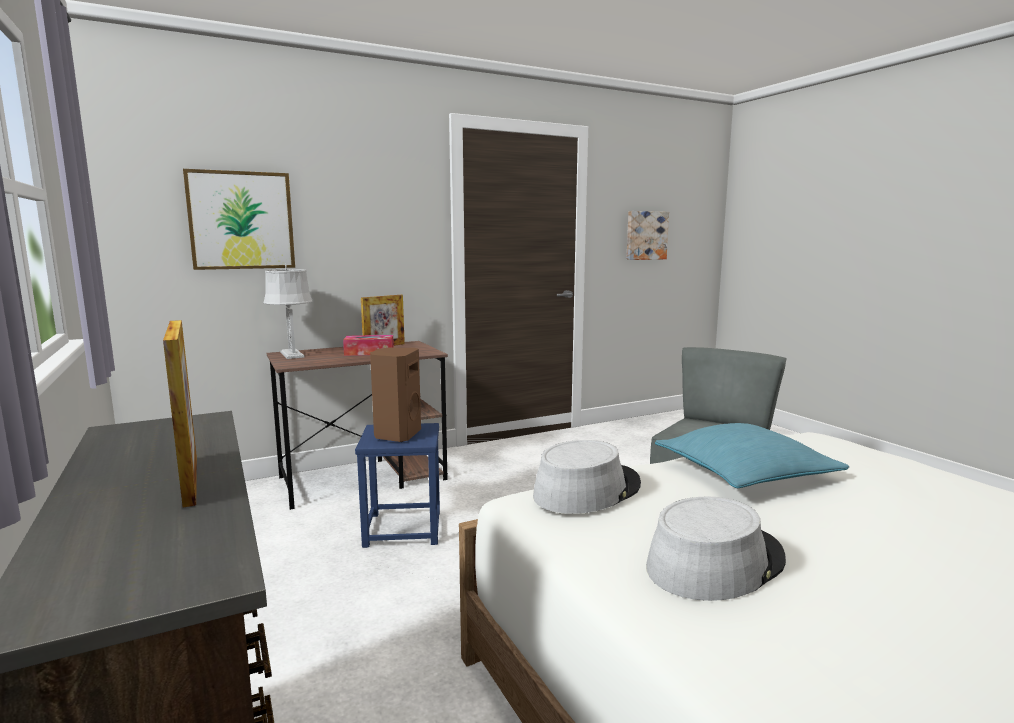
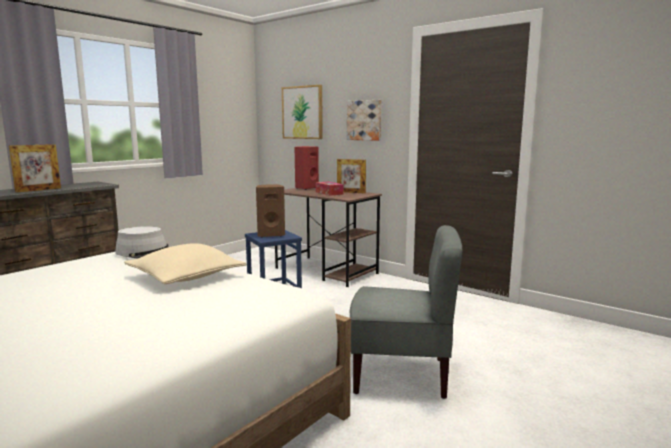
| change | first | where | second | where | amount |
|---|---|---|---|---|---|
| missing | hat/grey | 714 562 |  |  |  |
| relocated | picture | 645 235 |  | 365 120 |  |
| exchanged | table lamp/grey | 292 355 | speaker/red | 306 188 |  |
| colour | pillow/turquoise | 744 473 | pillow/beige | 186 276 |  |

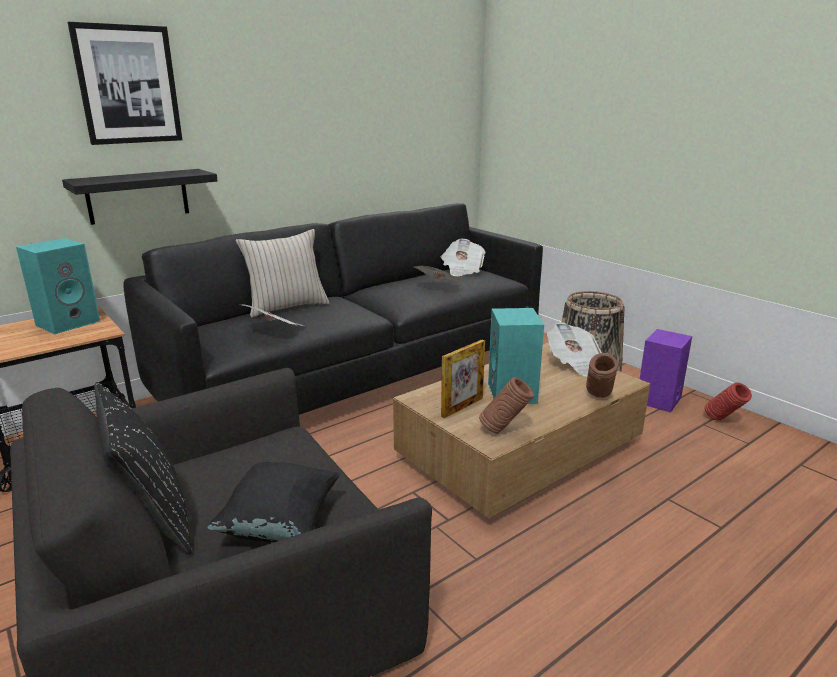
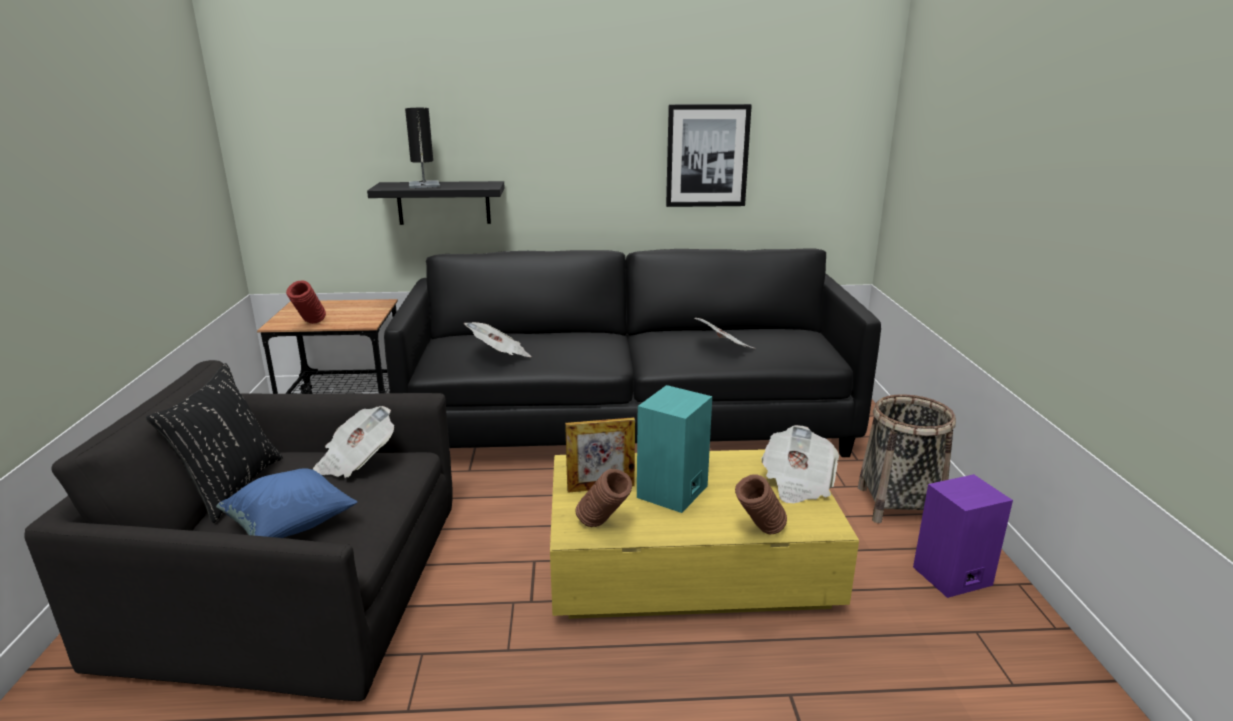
| change | first | where | second | where | amount |
|---|---|---|---|---|---|
| missing | speaker/turquoise | 69 322 |  |  |  |
| missing | pillow/beige | 286 307 |  |  |  |
| appeared |  |  | table lamp/black | 424 185 |  |
| relocated | picture | 128 85 |  | 707 156 |  |
| relocated | newspaper | 462 270 |  | 356 461 |  |
| relocated | vase/red | 723 421 |  | 310 324 |  |
| colour | pillow/black | 280 524 | pillow/blue | 290 527 |  |
| colour | coffee table/brown | 520 451 | coffee table/yellow | 690 565 |  |

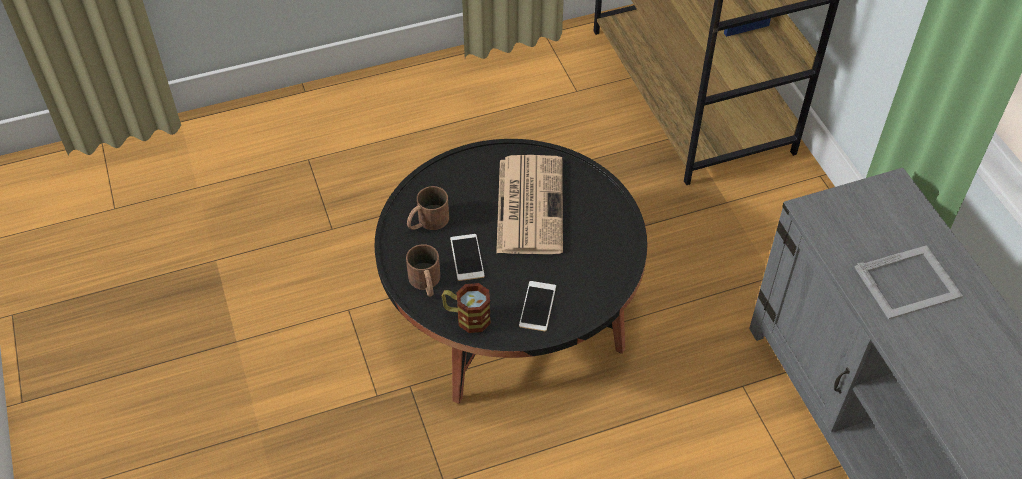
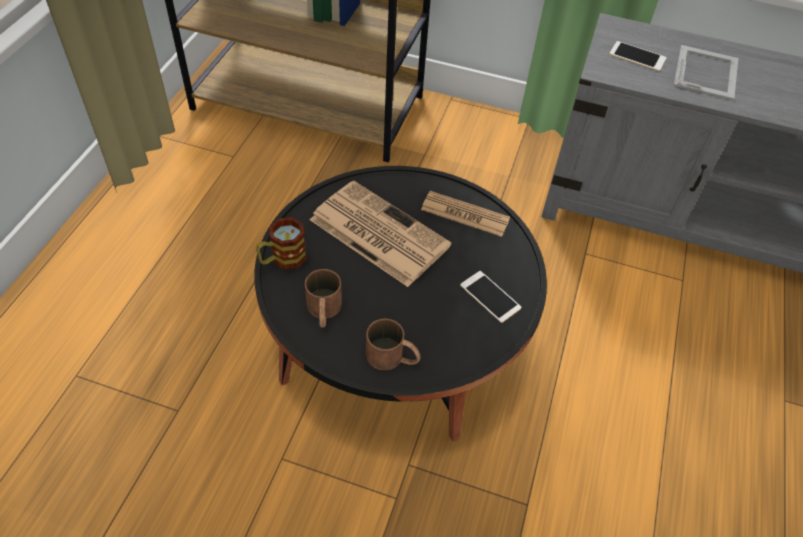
| change | first | where | second | where | amount |
|---|---|---|---|---|---|
| appeared |  |  | newspaper | 465 214 |  |
| relocated | mug | 466 317 |  | 282 259 |  |
| relocated | phone | 467 257 |  | 637 56 |  |

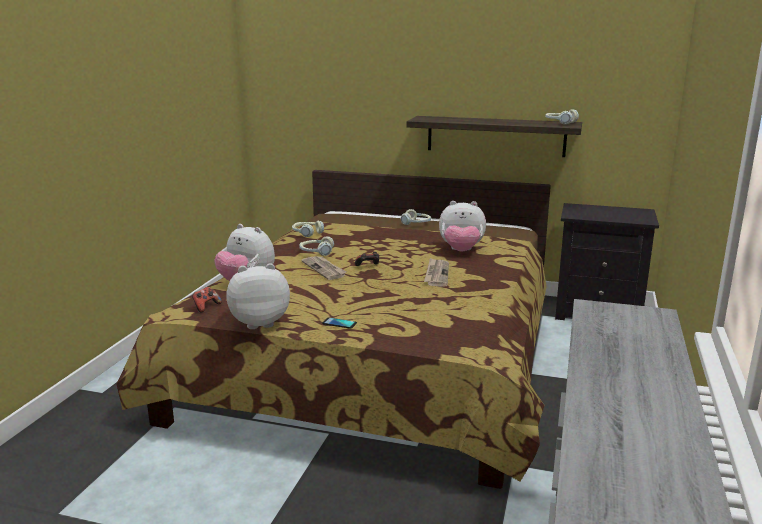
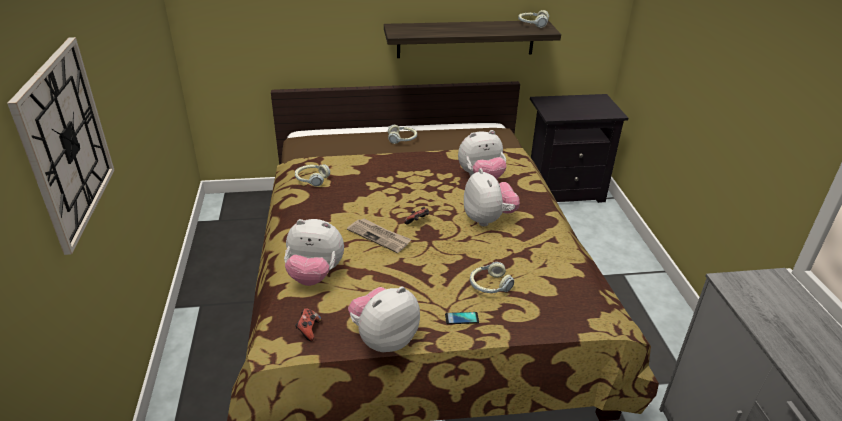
| change | first | where | second | where | amount |
|---|---|---|---|---|---|
| appeared |  |  | wall clock | 66 142 |  |
| relocated | headphones | 316 252 |  | 489 285 |  |
| exchanged | newspaper | 436 274 | plush toy | 488 219 |  |

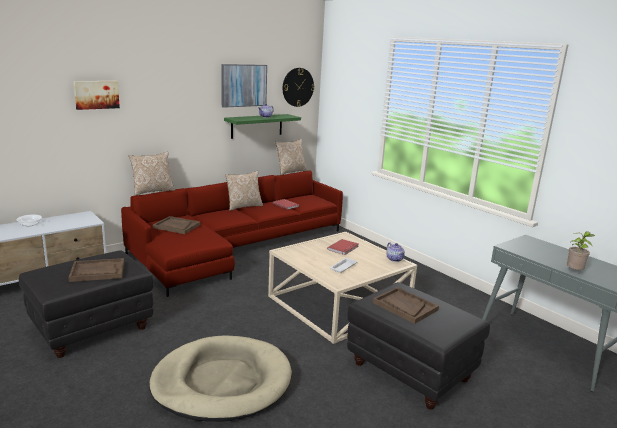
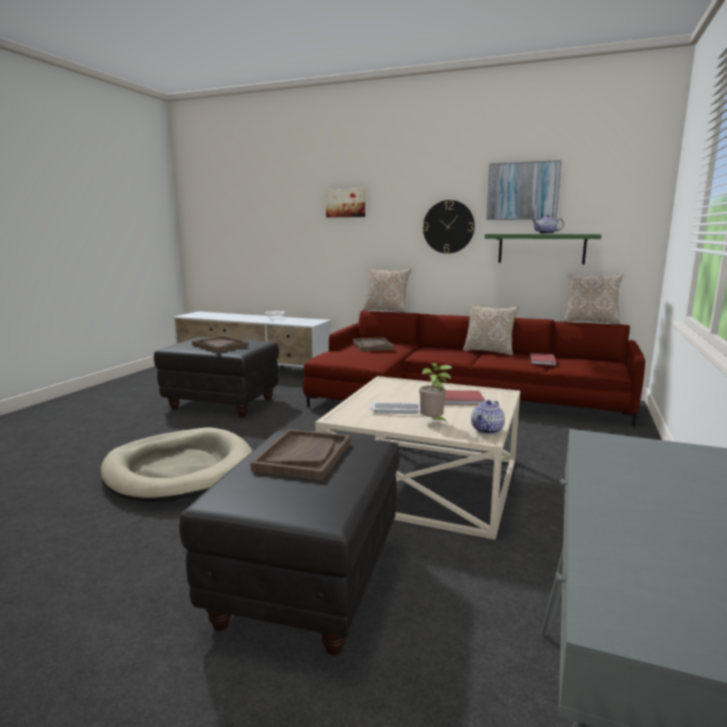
| change | first | where | second | where | amount |
|---|---|---|---|---|---|
| relocated | wall clock | 297 87 |  | 448 227 |  |
| relocated | potted plant | 574 272 |  | 433 422 |  |

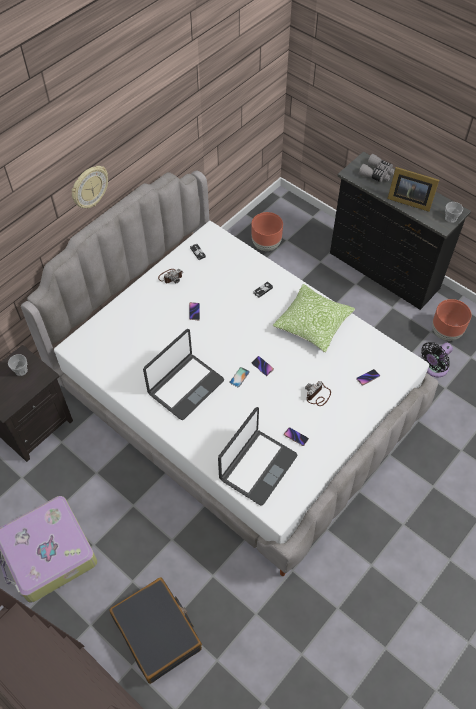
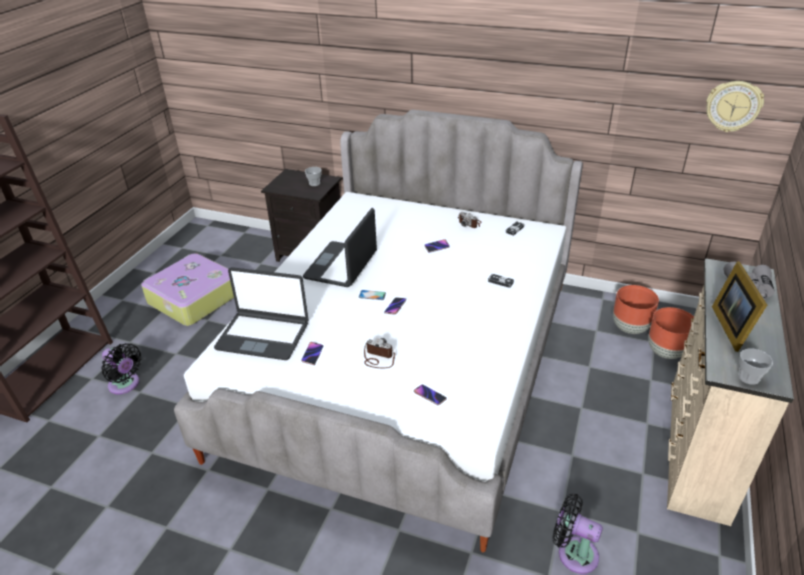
| change | first | where | second | where | amount |
|---|---|---|---|---|---|
| missing | pillow | 313 323 |  |  |  |
| relocated | wall clock | 89 187 |  | 733 106 |  |
| relocated | planter/brown | 445 333 |  | 665 352 |  |
| exchanged | suitcase/black | 157 632 | fan/black | 126 385 |  |
| colour | dresser/black | 383 272 | dresser/beige | 695 448 |  |
| spun | laptop | 185 386 |  | 342 265 | 90 degrees clockwise |

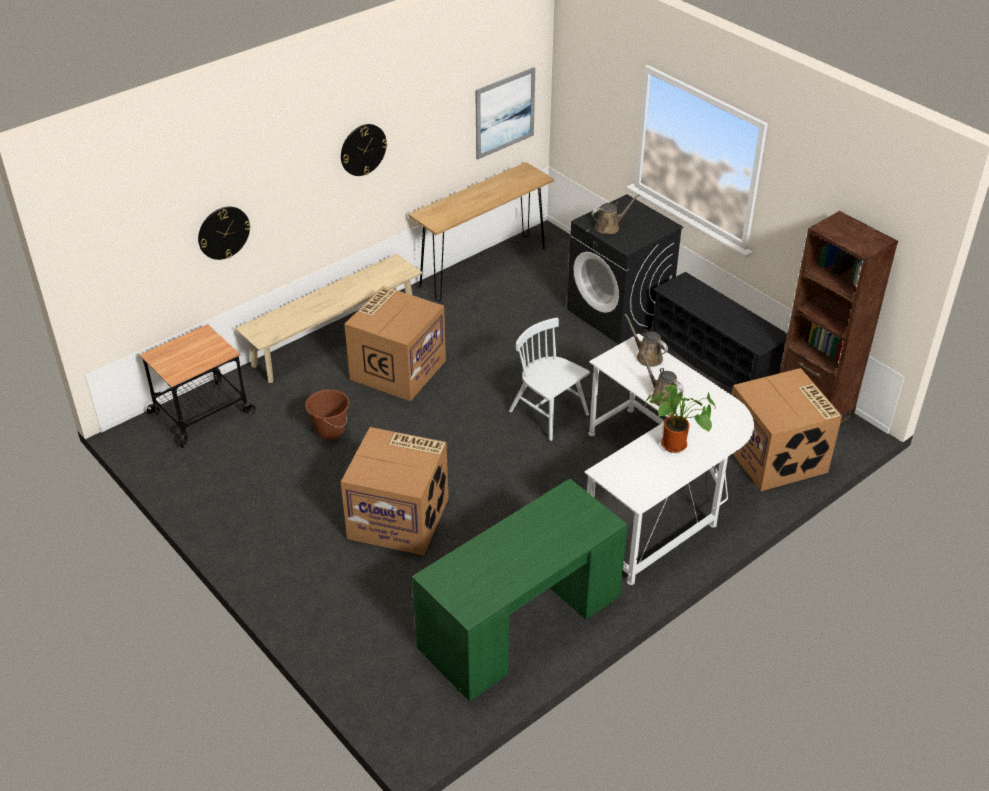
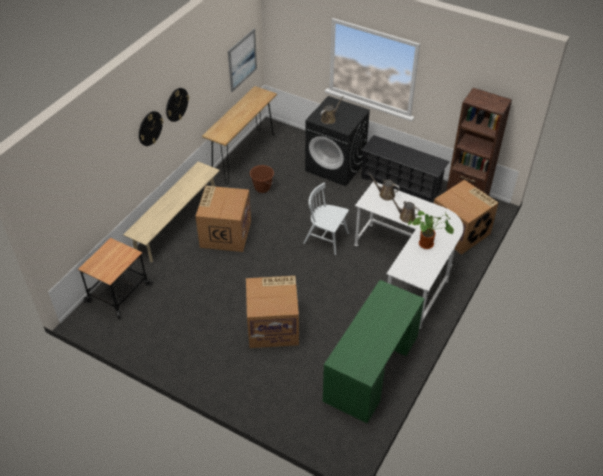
| change | first | where | second | where | amount |
|---|---|---|---|---|---|
| relocated | wall clock | 223 232 |  | 150 128 |  |
| relocated | bucket/brown | 330 430 |  | 262 188 |  |

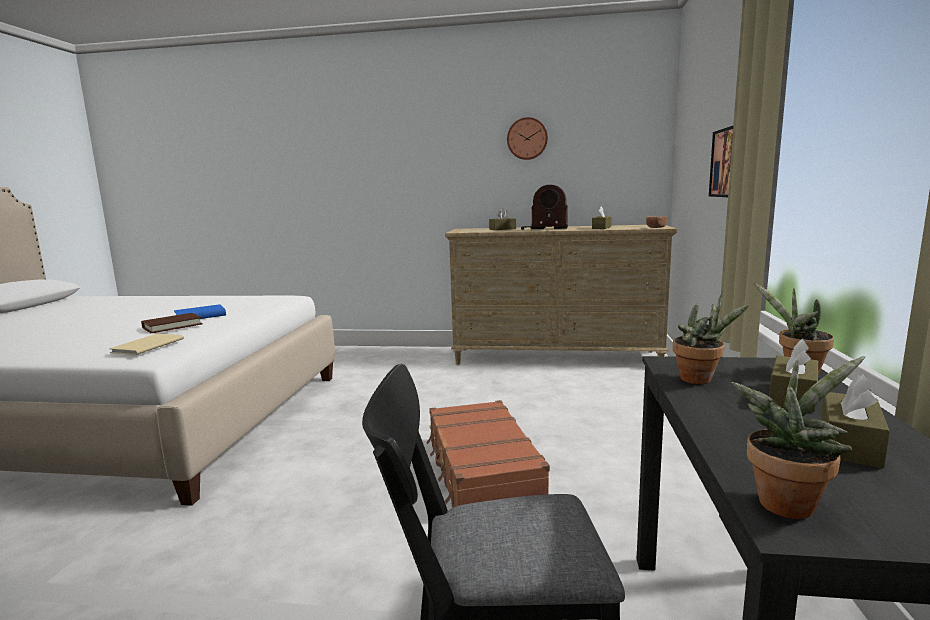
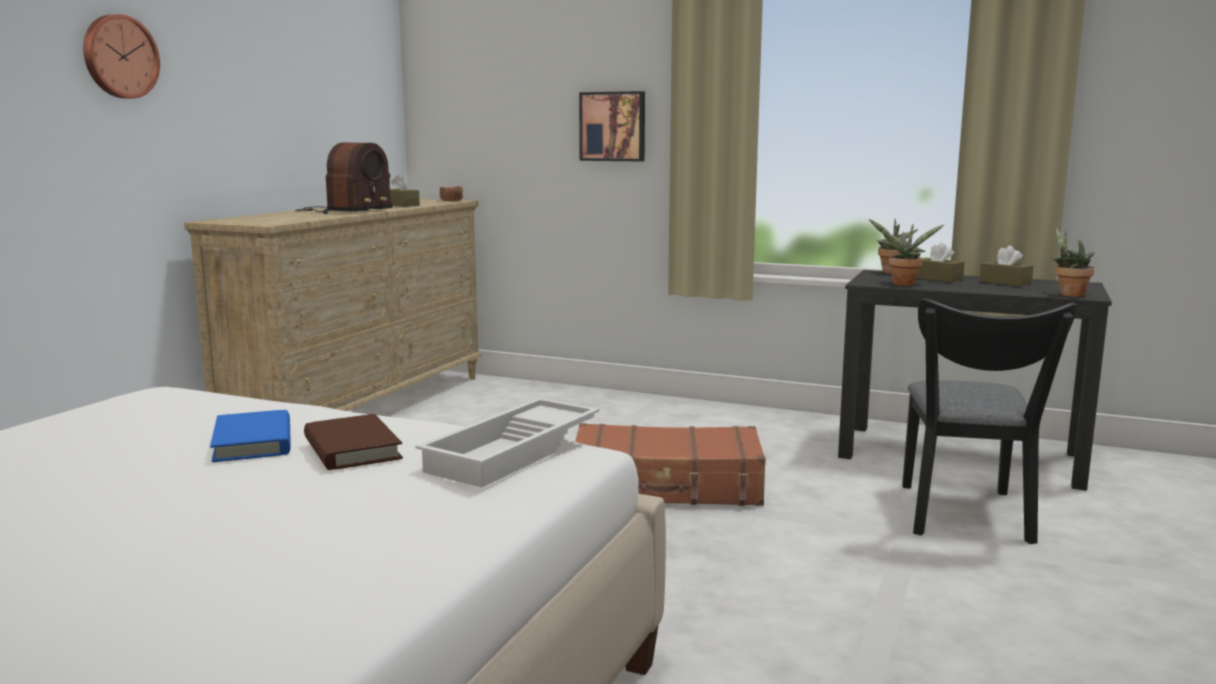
| change | first | where | second | where | amount |
|---|---|---|---|---|---|
| missing | tissue box/brown | 502 229 |  |  |  |
| relocated | wall clock | 527 139 |  | 119 57 |  |
| exchanged | book/beige | 145 346 | tray/white | 514 453 |  |

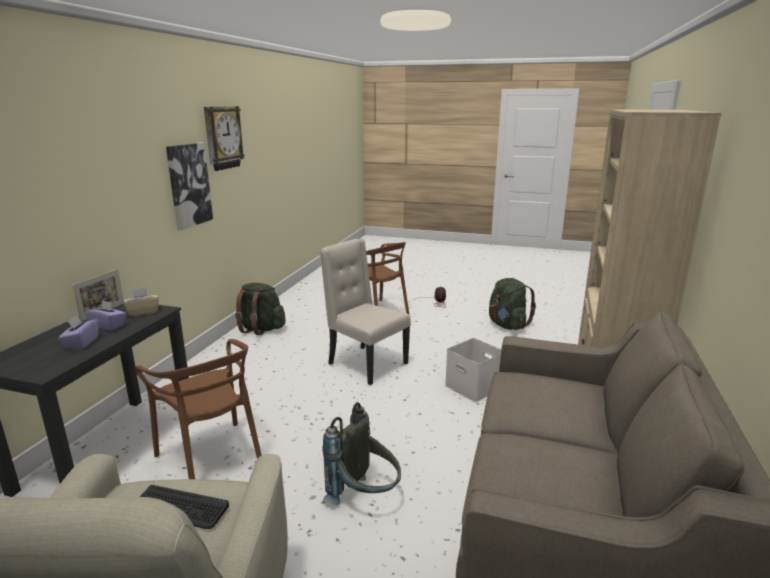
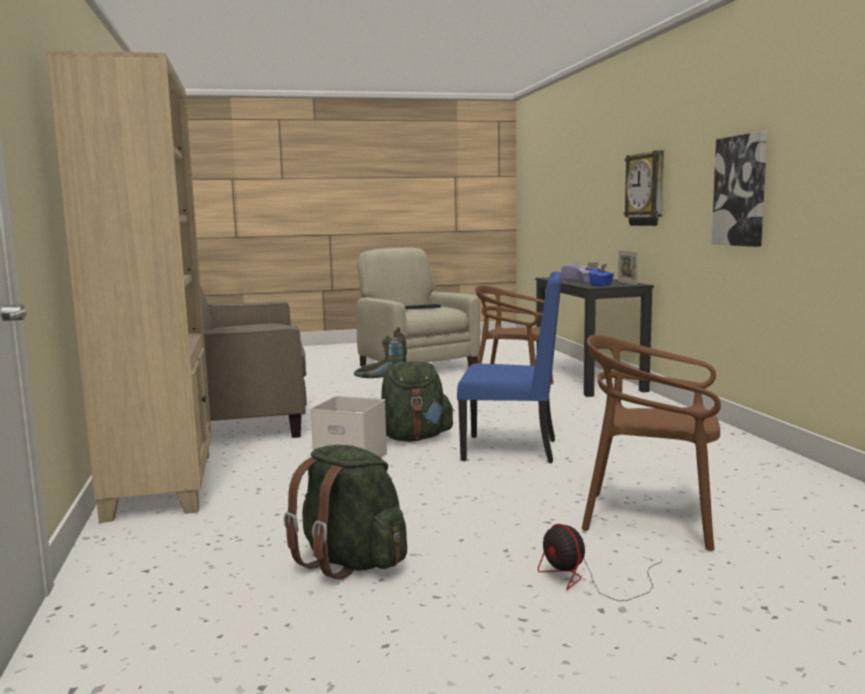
| change | first | where | second | where | amount |
|---|---|---|---|---|---|
| relocated | wall clock | 222 138 |  | 646 189 |  |
| relocated | backpack/green | 260 329 |  | 413 438 |  |
| colour | tissue box/beige | 143 312 | tissue box/blue | 601 285 |  |
| colour | chair/beige | 365 364 | chair/blue | 512 450 |  |

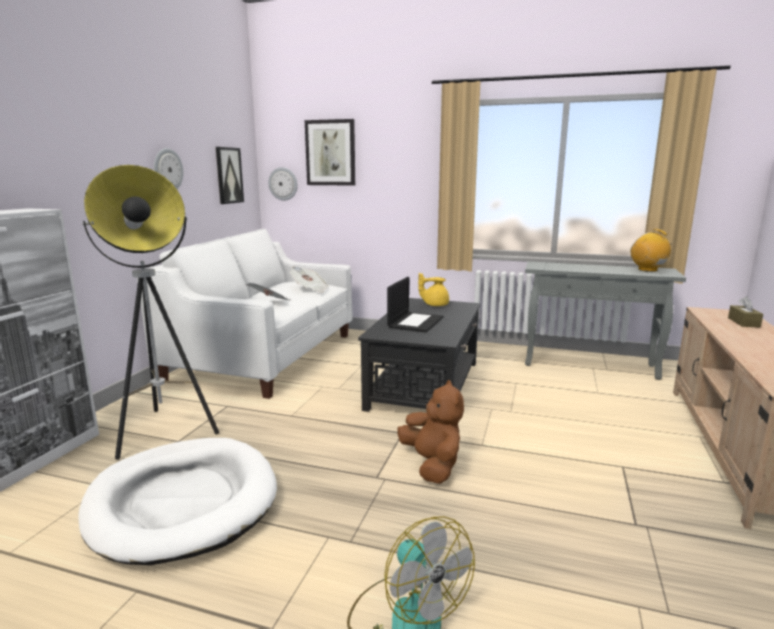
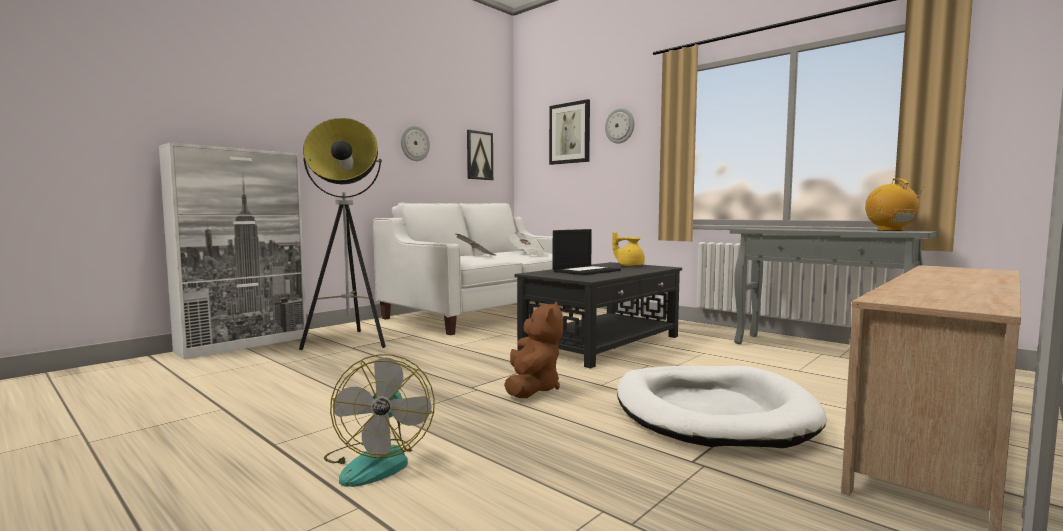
| change | first | where | second | where | amount |
|---|---|---|---|---|---|
| missing | tissue box/brown | 743 322 |  |  |  |
| relocated | dog bed/white | 183 502 |  | 711 412 |  |
| relocated | wall clock | 283 184 |  | 620 126 |  |

